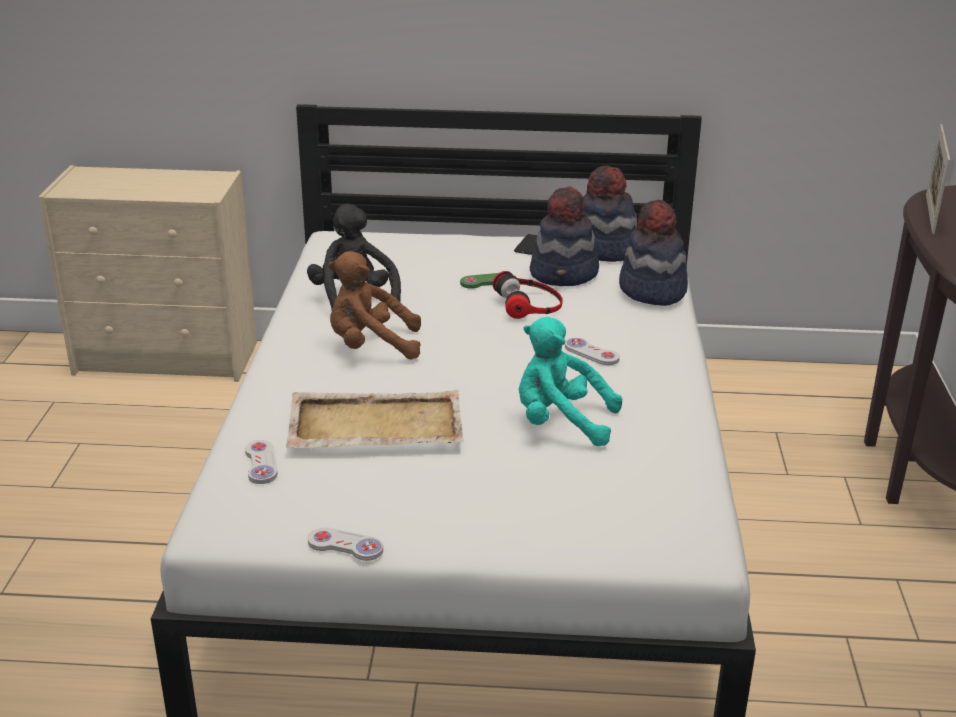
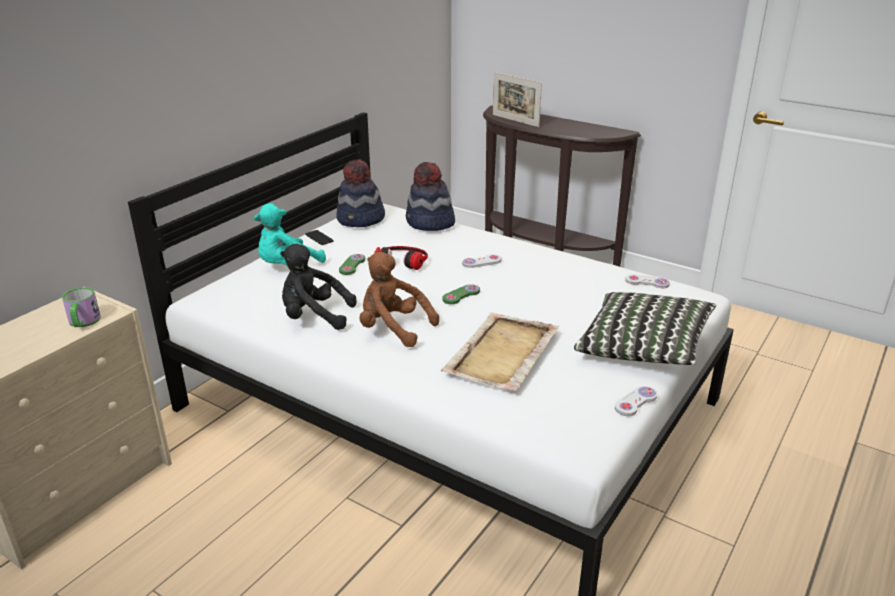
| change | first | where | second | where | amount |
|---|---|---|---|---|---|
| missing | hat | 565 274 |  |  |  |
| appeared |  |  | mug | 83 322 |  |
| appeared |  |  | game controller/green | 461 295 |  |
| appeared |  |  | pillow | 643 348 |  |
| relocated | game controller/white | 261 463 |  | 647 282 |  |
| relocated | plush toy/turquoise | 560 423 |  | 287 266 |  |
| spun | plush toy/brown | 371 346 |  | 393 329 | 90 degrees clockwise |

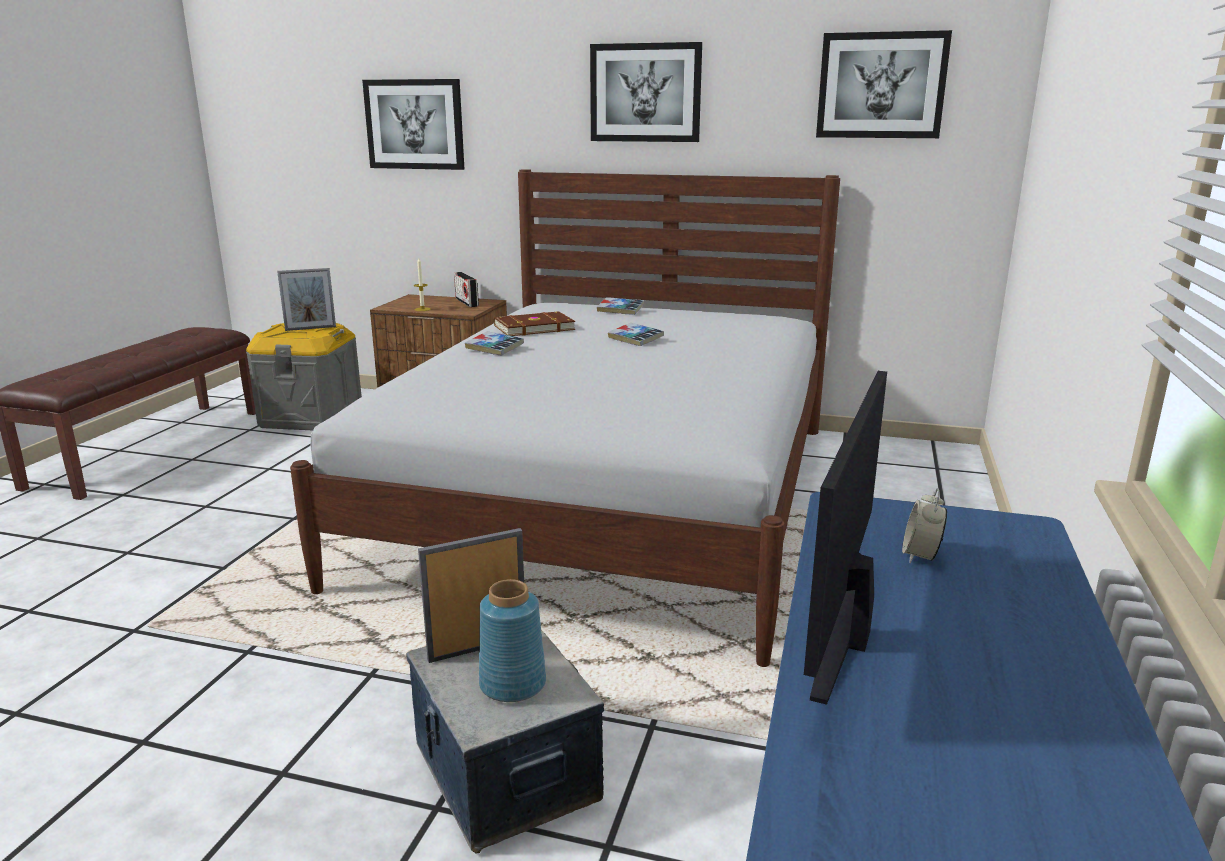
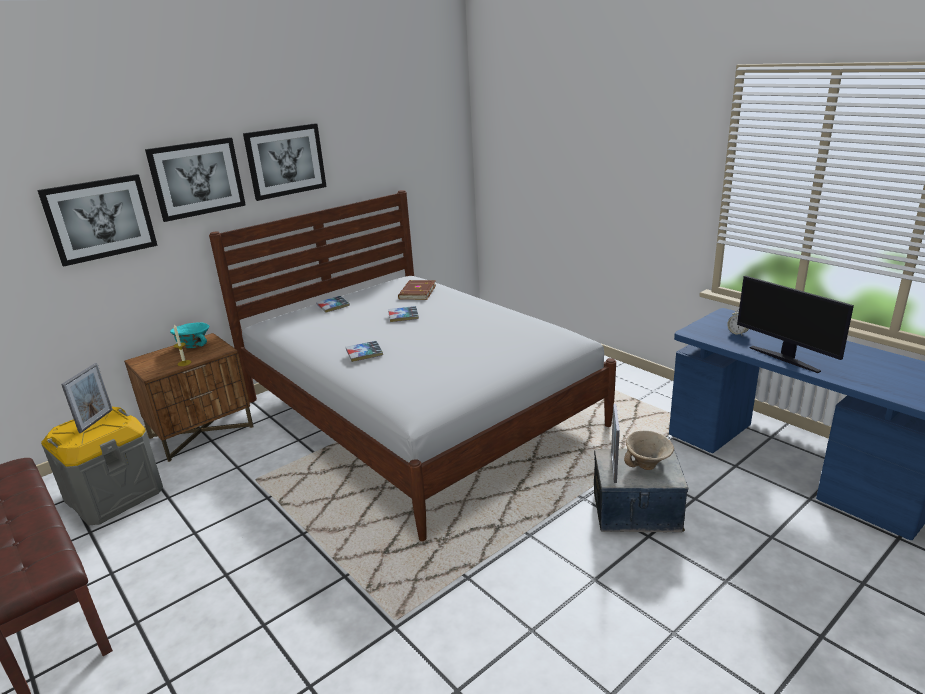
| change | first | where | second | where | amount |
|---|---|---|---|---|---|
| relocated | book/brown | 533 327 |  | 416 292 |  |
| relocated | picture | 881 85 |  | 197 178 |  |
| exchanged | radio | 466 302 | bowl/turquoise | 194 345 |  |
| exchanged | vase/blue | 511 684 | bowl/beige | 648 465 |  |

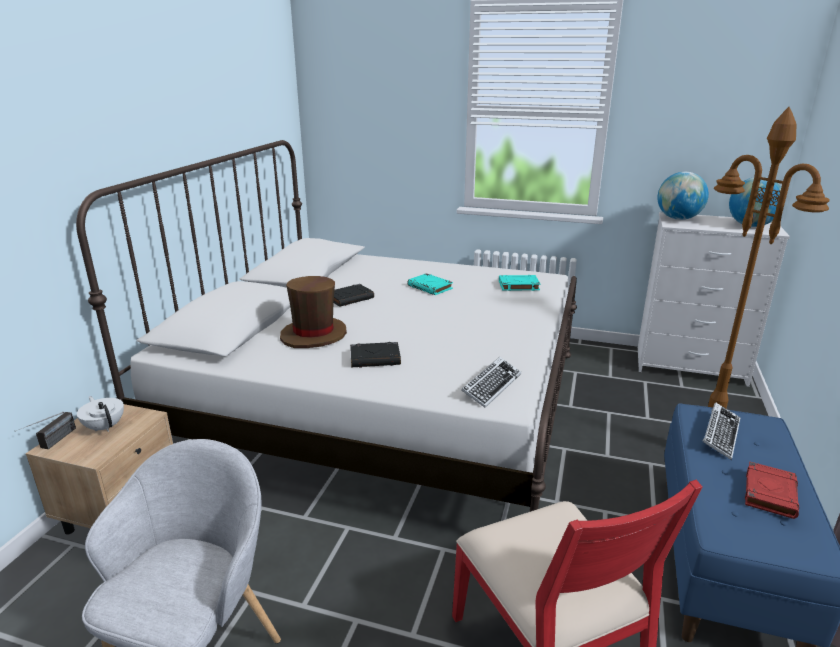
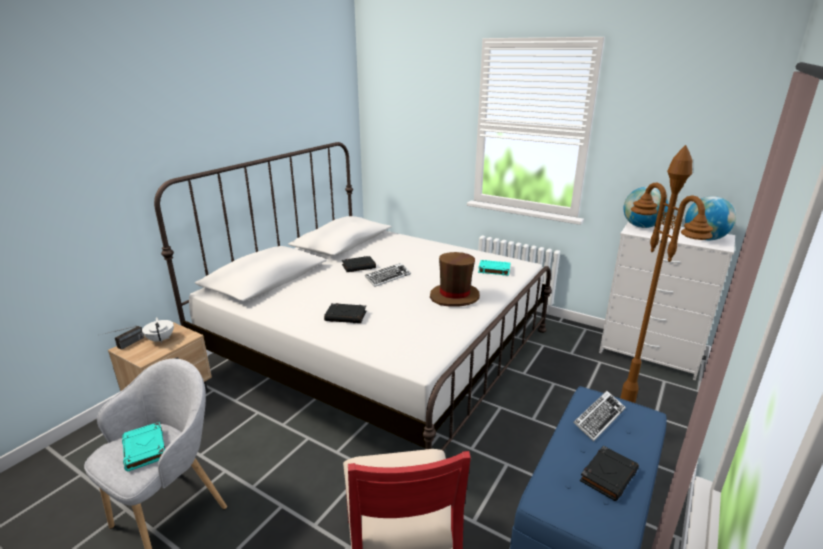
| change | first | where | second | where | amount |
|---|---|---|---|---|---|
| relocated | hat/brown | 314 335 |  | 454 296 |  |
| relocated | book/turquoise | 430 287 |  | 145 449 |  |
| relocated | keyboard | 491 386 |  | 388 277 |  |
| colour | book/red | 769 493 | book/black | 608 475 |  |

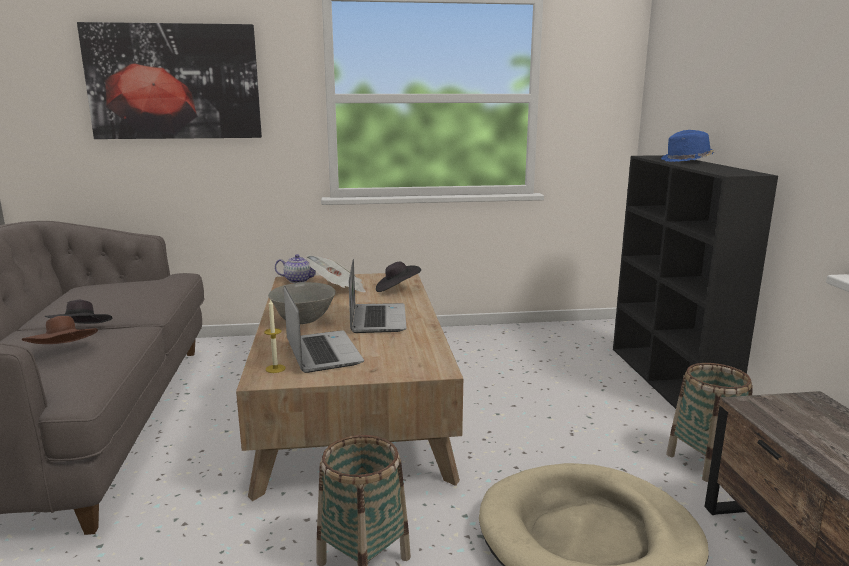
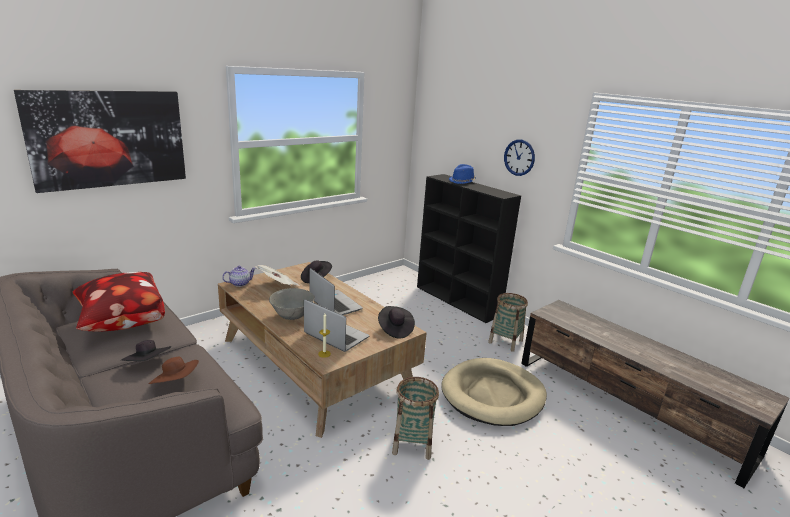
| change | first | where | second | where | amount |
|---|---|---|---|---|---|
| appeared |  |  | pillow | 121 323 |  |
| appeared |  |  | hat/black | 395 329 |  |
| appeared |  |  | wall clock | 519 157 |  |

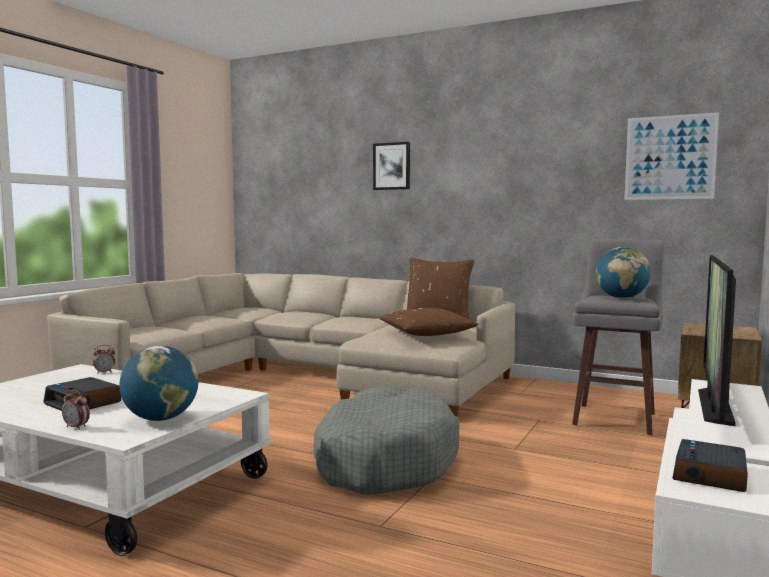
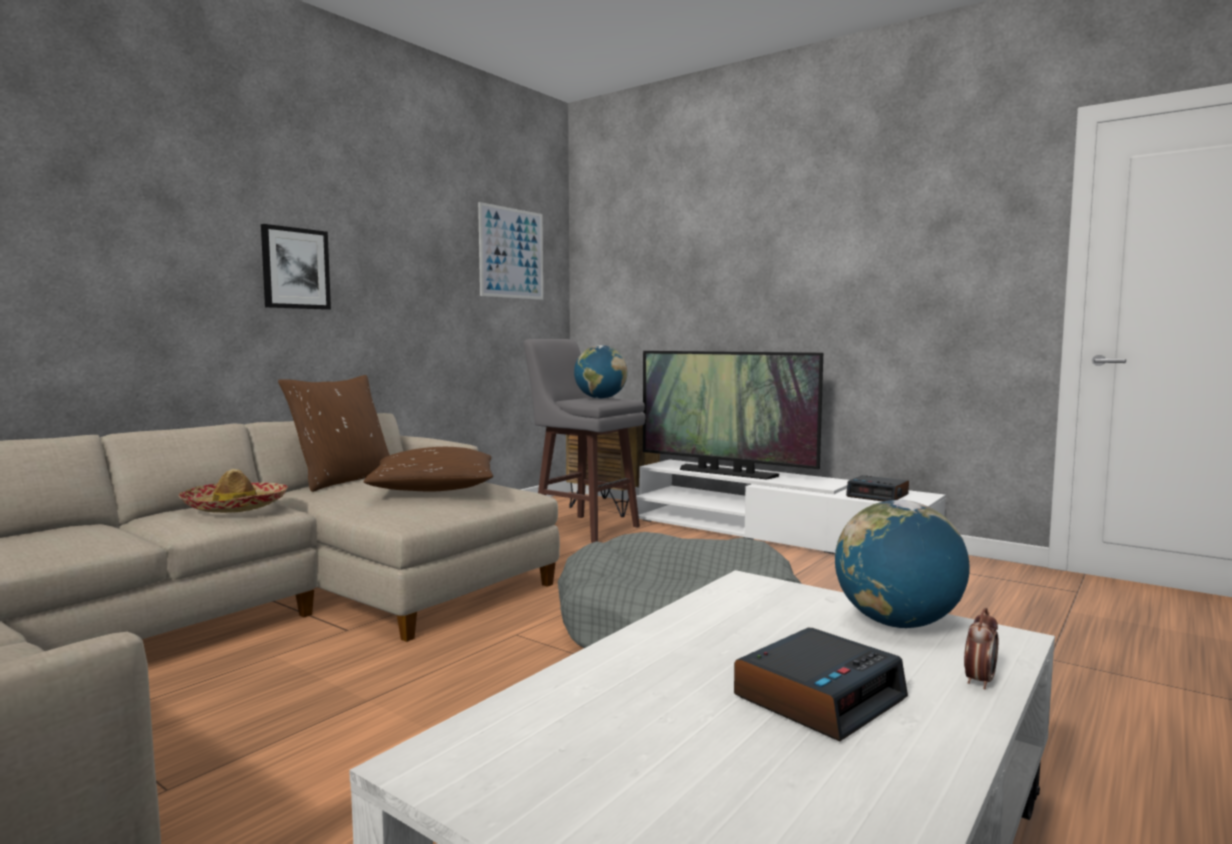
| change | first | where | second | where | amount |
|---|---|---|---|---|---|
| missing | alarm clock | 104 372 |  |  |  |
| appeared |  |  | hat | 235 507 |  |
| relocated | picture | 392 166 |  | 295 268 |  |

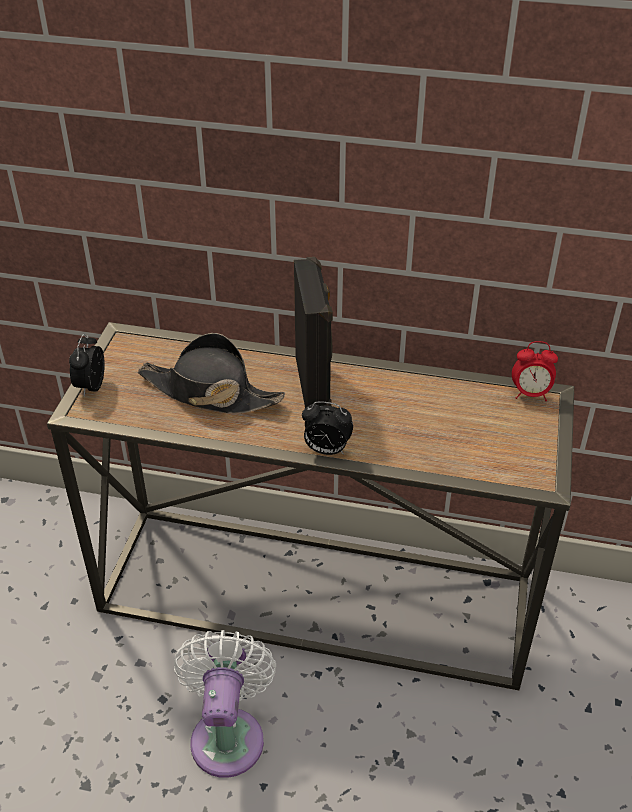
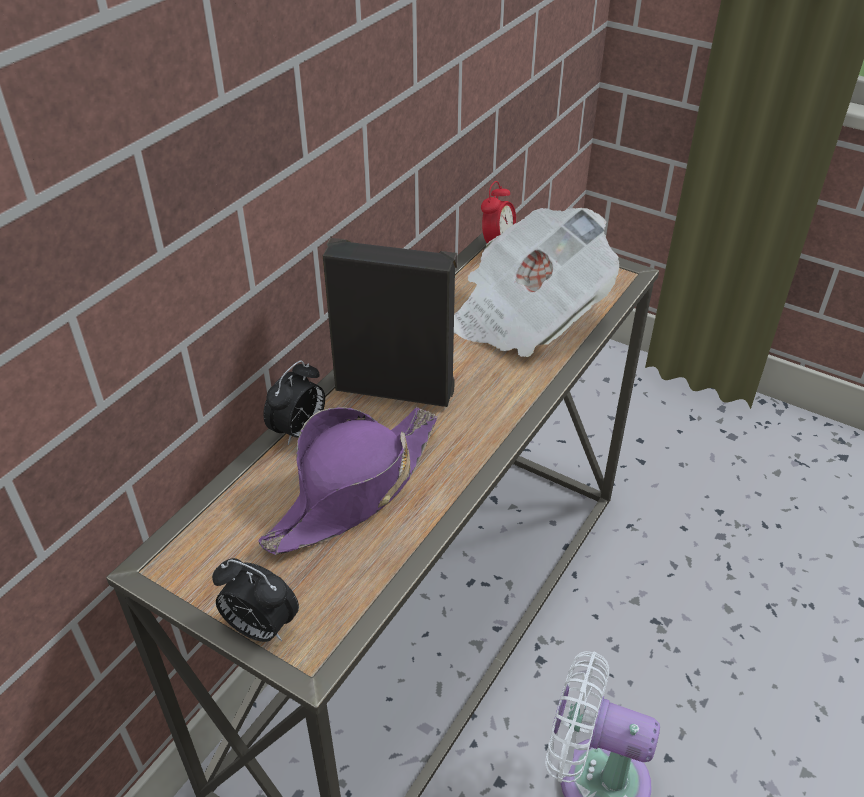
| change | first | where | second | where | amount |
|---|---|---|---|---|---|
| appeared |  |  | newspaper | 527 315 |  |
| relocated | alarm clock | 326 450 |  | 299 431 |  |
| colour | hat/black | 209 392 | hat/purple | 353 489 |  |

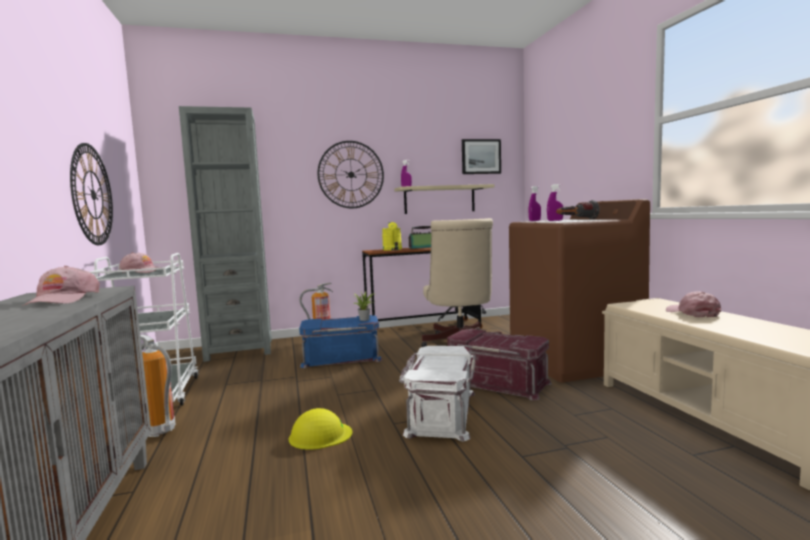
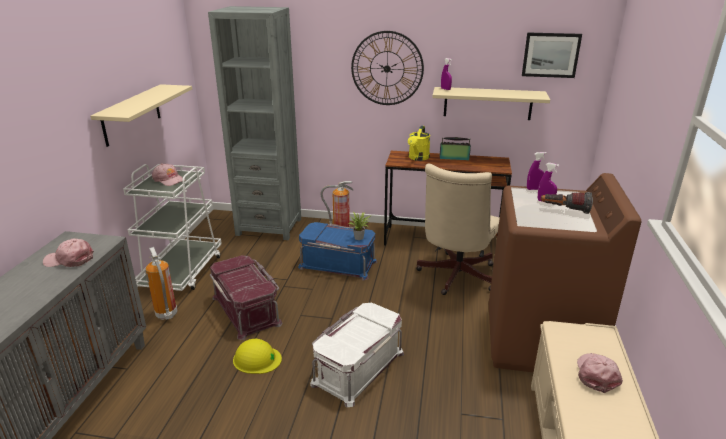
| change | first | where | second | where | amount |
|---|---|---|---|---|---|
| relocated | storage box/red | 498 382 |  | 247 310 |  |
| exchanged | wall clock | 92 195 | shelf/beige | 131 114 |  |
| spun | cap/pink | 63 299 |  | 69 259 | 75 degrees clockwise |

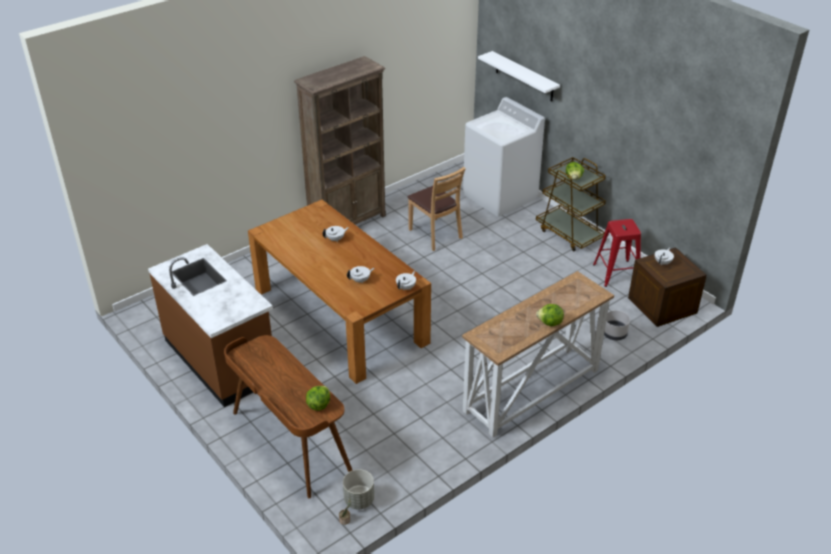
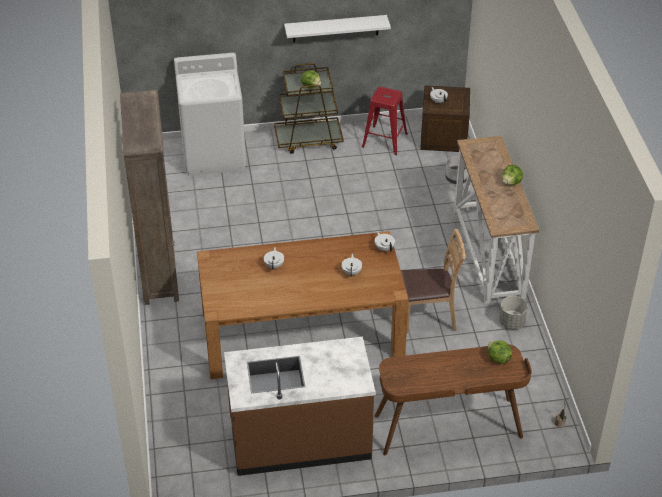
| change | first | where | second | where | amount |
|---|---|---|---|---|---|
| relocated | planter/grey | 359 500 |  | 512 322 |  |
| relocated | chair/brown | 435 234 |  | 428 317 |  |
| relocated | shelf/white | 524 77 |  | 335 28 |  |

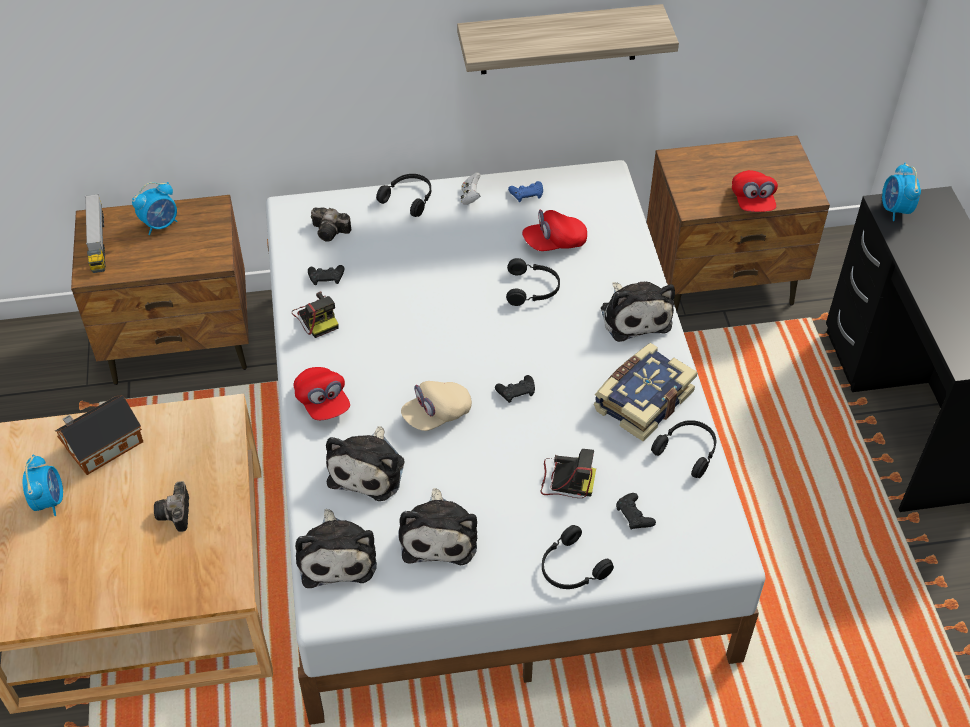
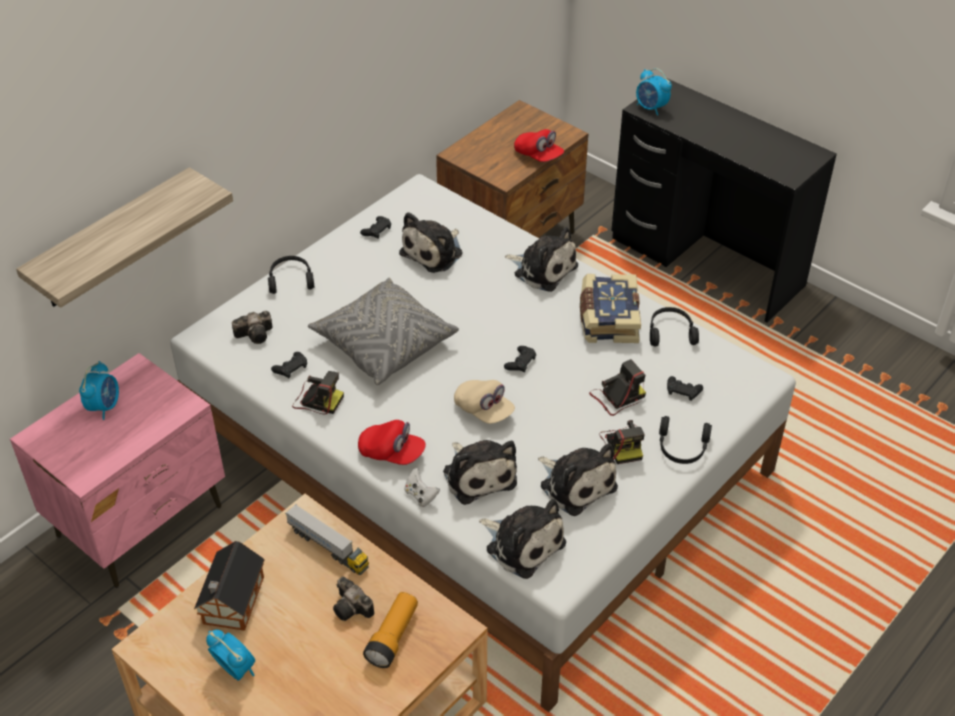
| change | first | where | second | where | amount |
|---|---|---|---|---|---|
| missing | headphones/black | 533 289 |  |  |  |
| appeared |  |  | pillow/grey | 383 344 |  |
| appeared |  |  | flashlight | 393 637 |  |
| appeared |  |  | photo camera | 623 444 |  |
| relocated | toy truck | 97 241 |  | 328 547 |  |
| relocated | shelf | 559 39 |  | 112 240 |  |
| relocated | game controller/white | 470 197 |  | 420 495 |  |
| exchanged | cap/red | 554 243 | plush toy | 434 252 |  |
| colour | nightstand/brown | 181 343 | nightstand/pink | 141 521 |  |
| colour | game controller/blue | 526 194 | game controller/black | 376 230 |  |
| spun | cap/beige | 437 414 |  | 484 410 | 60 degrees counterclockwise |

